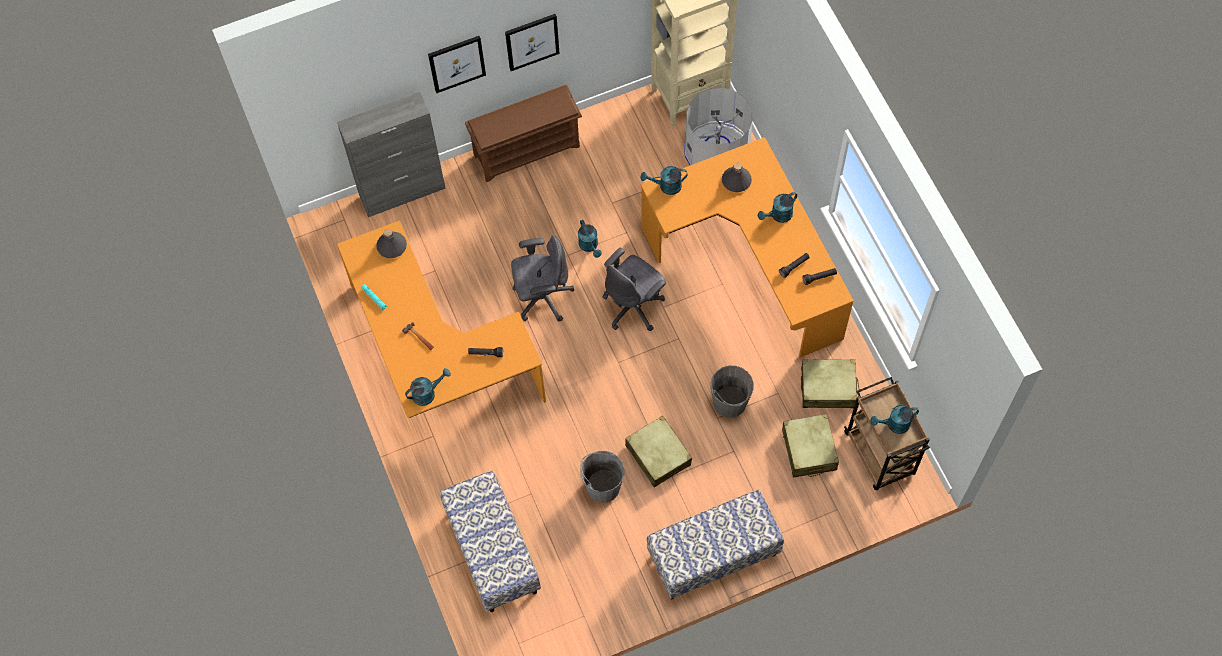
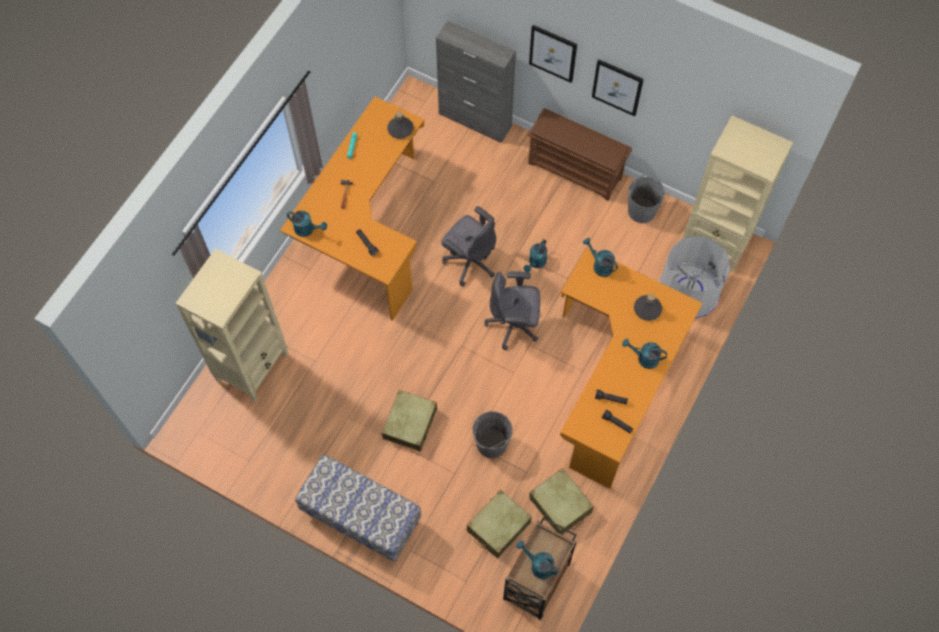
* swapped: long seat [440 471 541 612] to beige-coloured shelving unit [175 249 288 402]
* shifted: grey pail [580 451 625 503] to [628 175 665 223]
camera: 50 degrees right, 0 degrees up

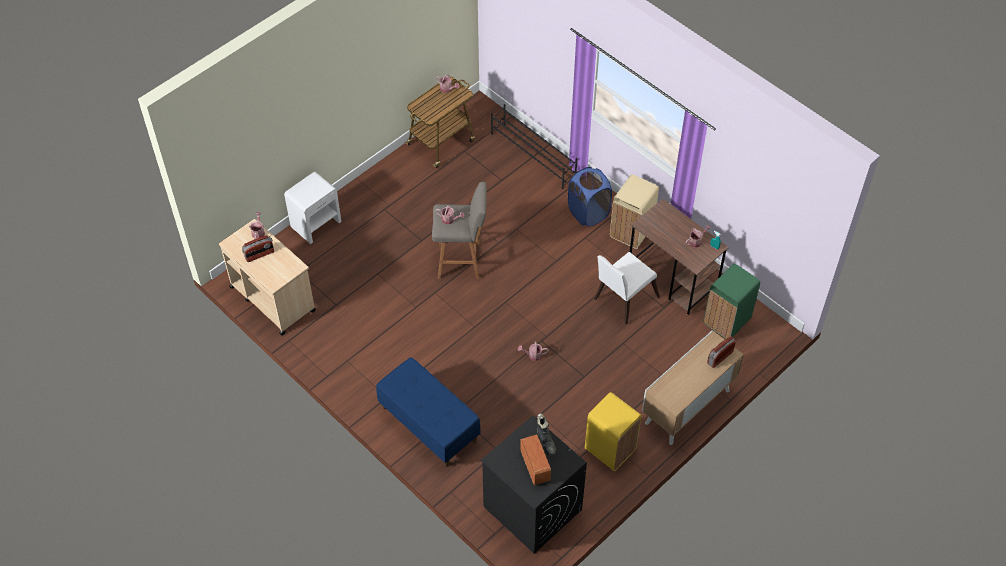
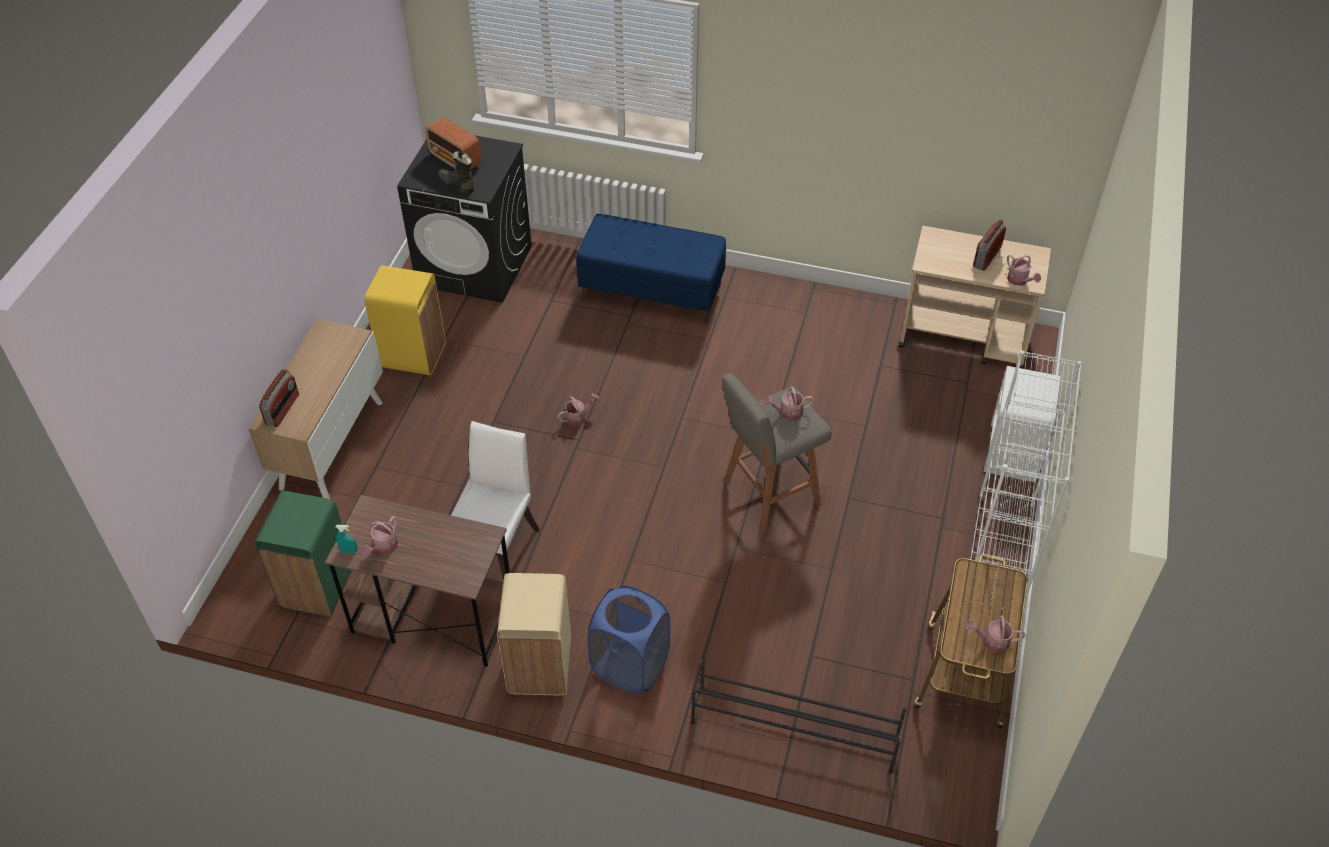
* new: whitish shelving unit [970 350 1082 608]
camera: 150 degrees right, 5 degrees down

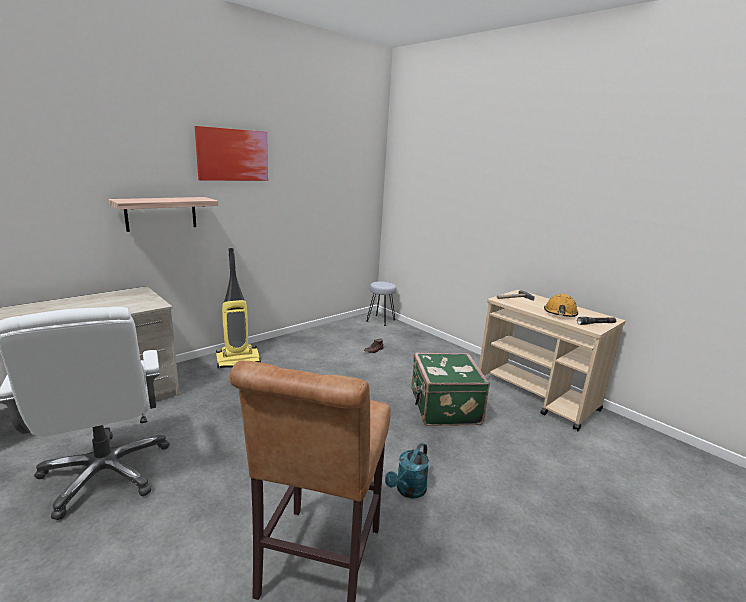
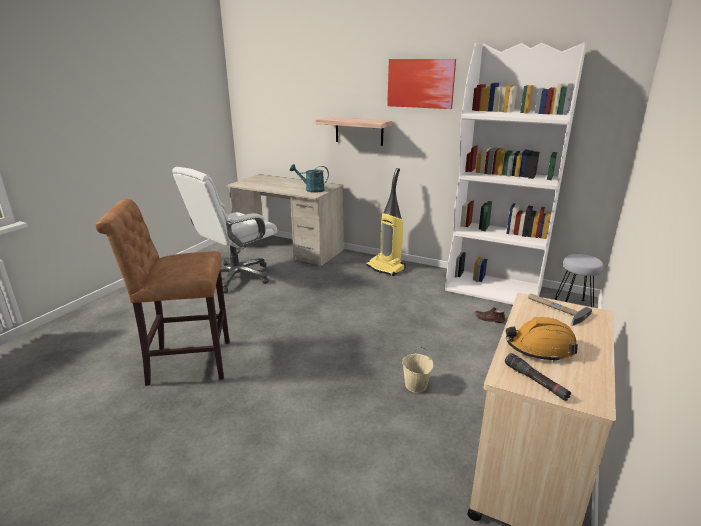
* shifted: turquoise watering pot [385 443 429 499] to [290 164 329 193]
* swapped: green-coloured suitcase [411 353 490 426] to beige-coloured pail [402 347 433 393]
* new: whitish shelving unit [445 41 587 305]
camera: 70 degrees right, 5 degrees up

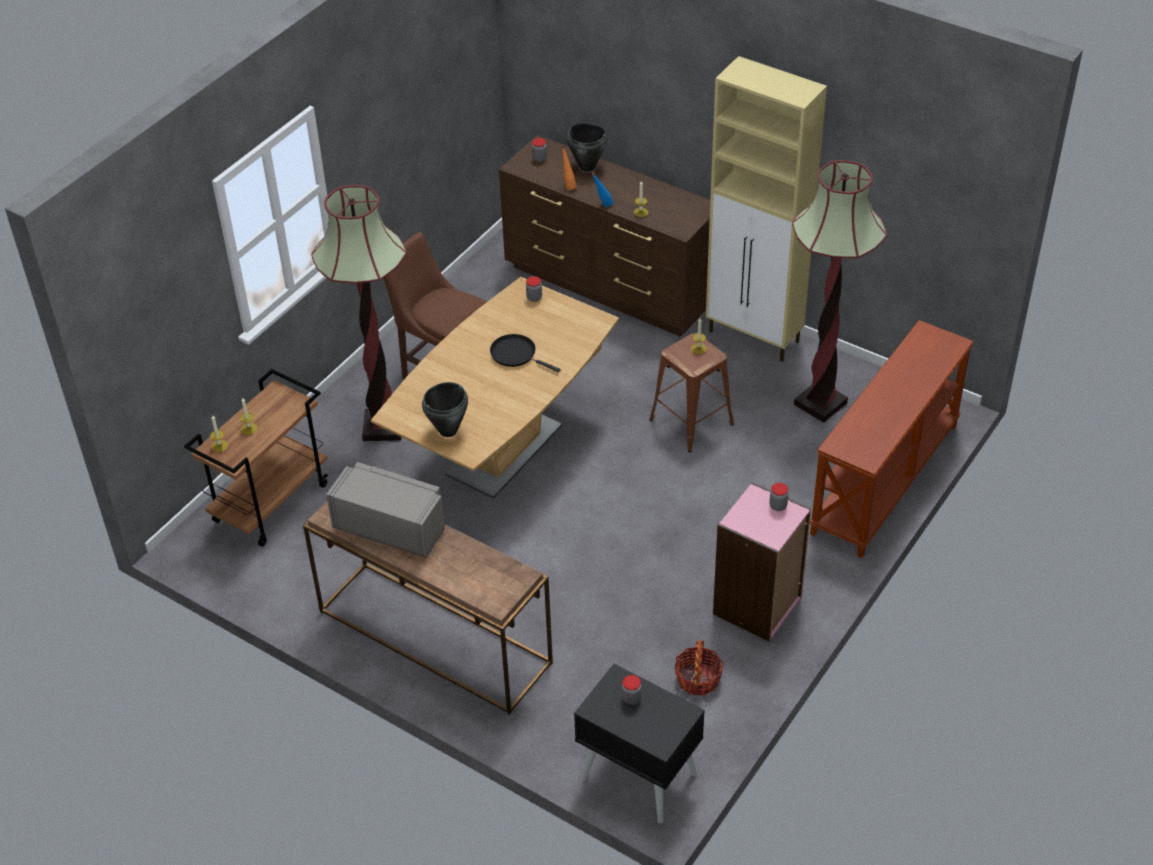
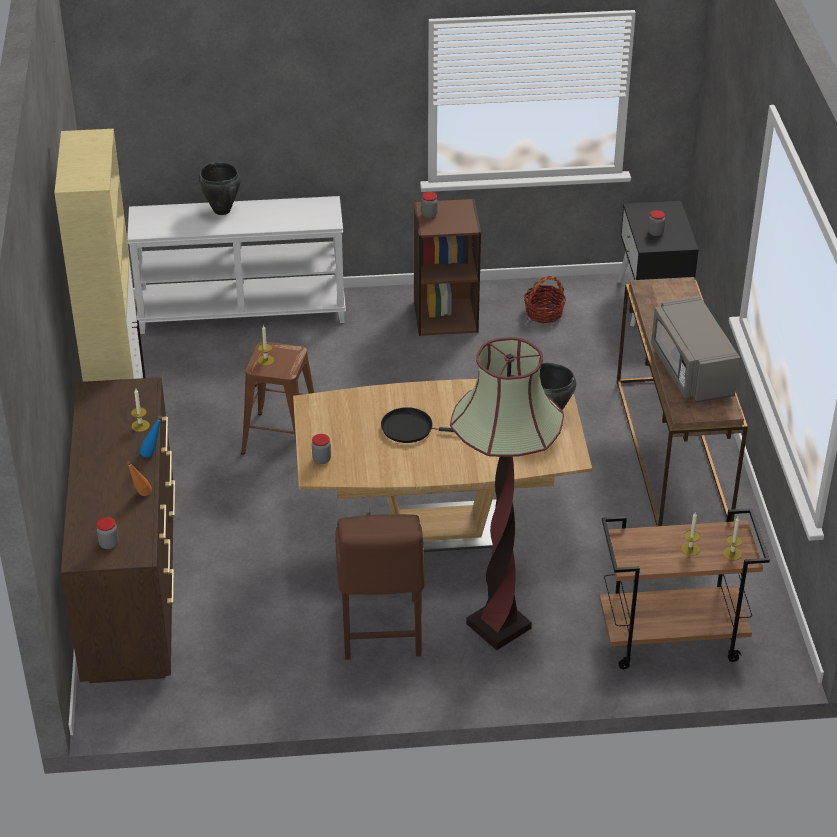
* rotated: black skillet [490 334 561 372] = [381 407 454 443] 105 degrees clockwise
* shifted: black cooking pot [566 123 608 172] to [199 162 241 215]
* repainted: pink shelving unit [713 482 811 642] to brown shelving unit [414 199 481 336]
* gone: standard lamp [792 160 887 422]
* repainted: brown hall table [810 320 974 558] to whitish hall table [127 196 346 334]
camera: 130 degrees left, 5 degrees down

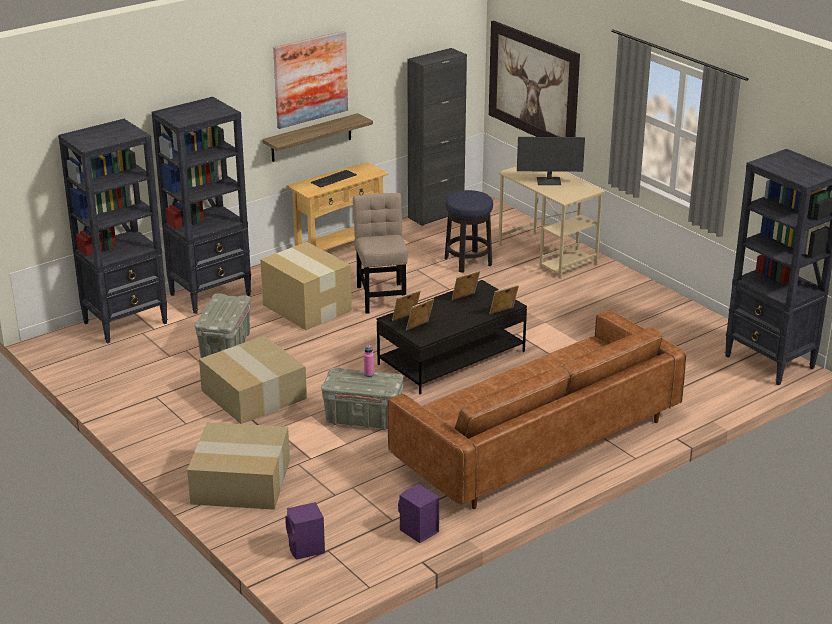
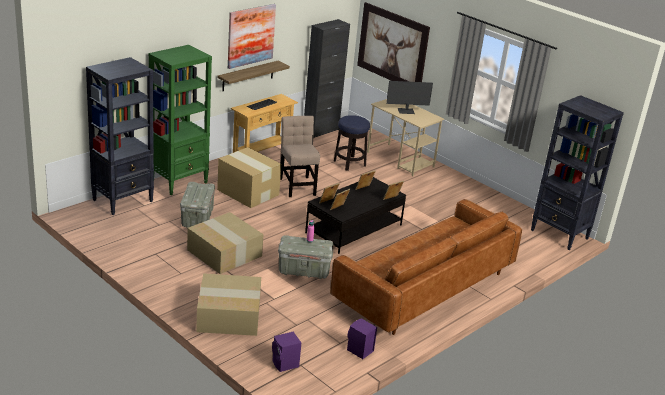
* repainted: black shelving unit [152 97 251 314] to green-coloured shelving unit [149 45 212 195]
camera: 10 degrees left, 0 degrees up

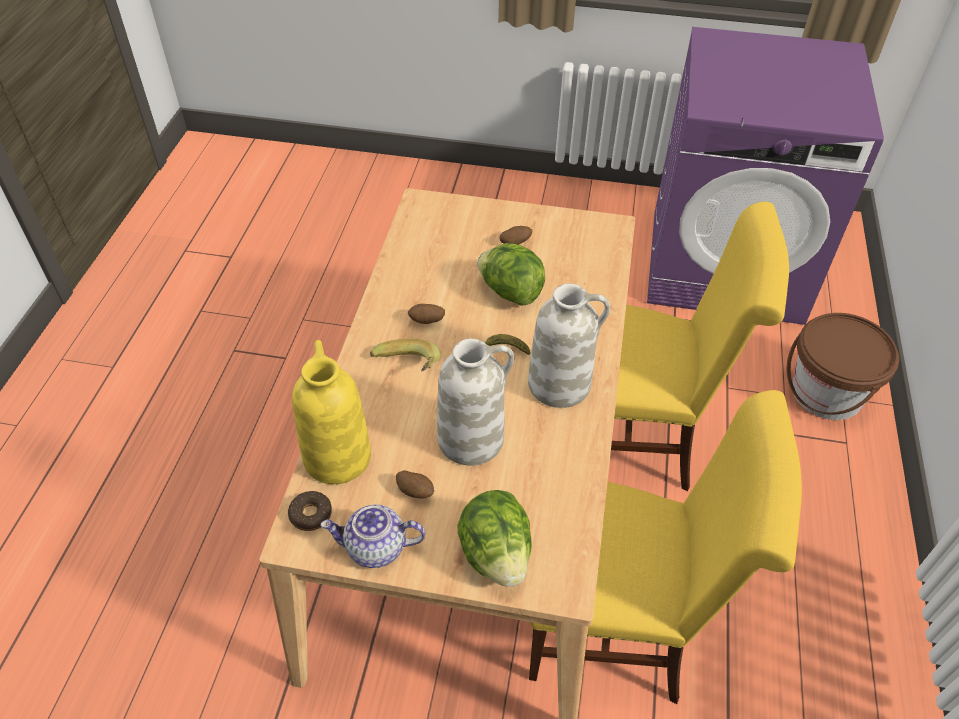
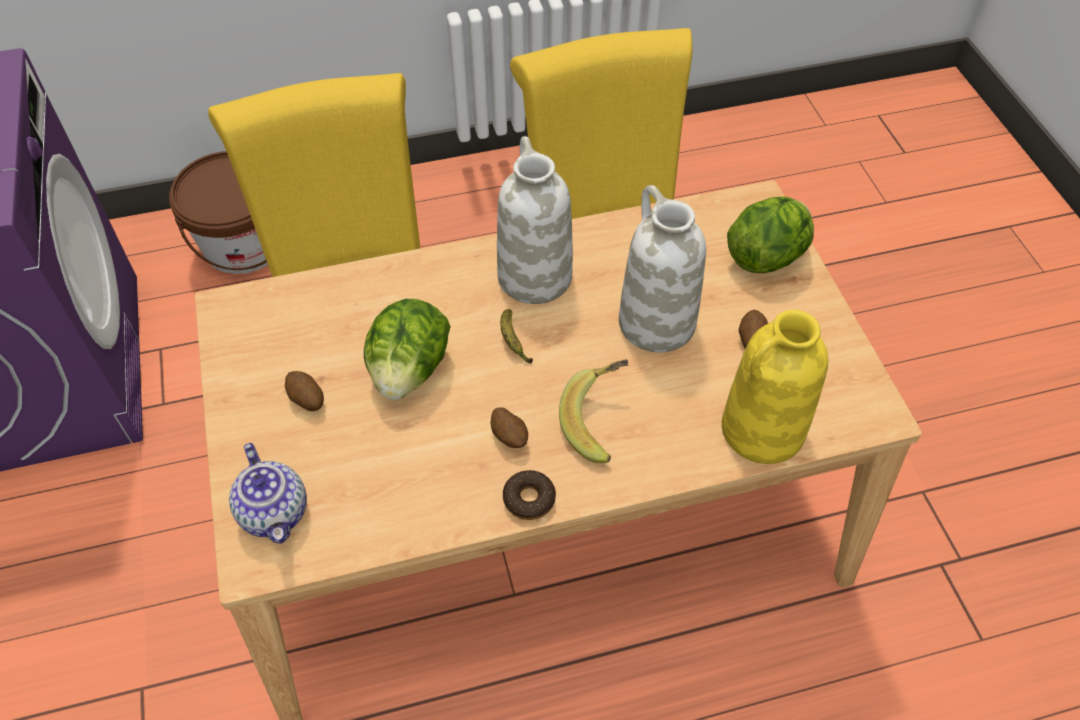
* shifted: ring doughnut [288 491 332 531] to [503 470 556 520]
* shifted: teapot [320 504 425 568] to [229 443 307 544]
camera: 115 degrees left, 5 degrees up

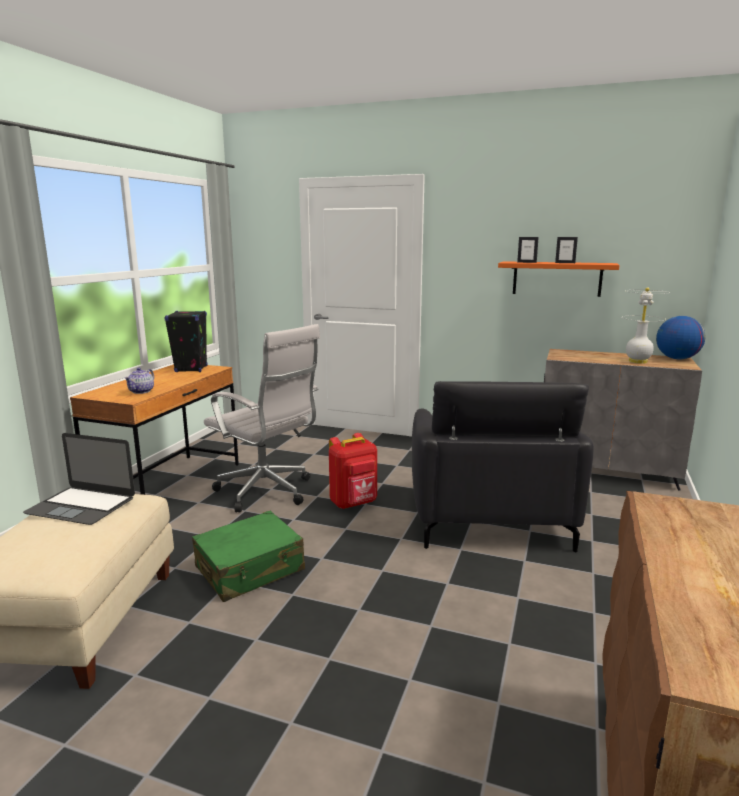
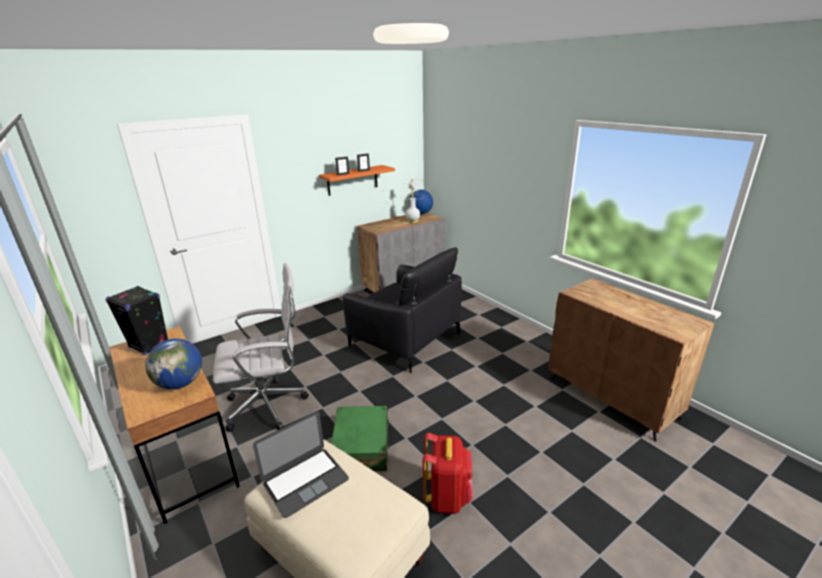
* swapped: teapot [124 367 154 394] to desk globe [146 339 202 389]
* shifted: red-coloured backpack [329 433 377 509] to [423 433 473 514]
camera: 55 degrees left, 10 degrees up

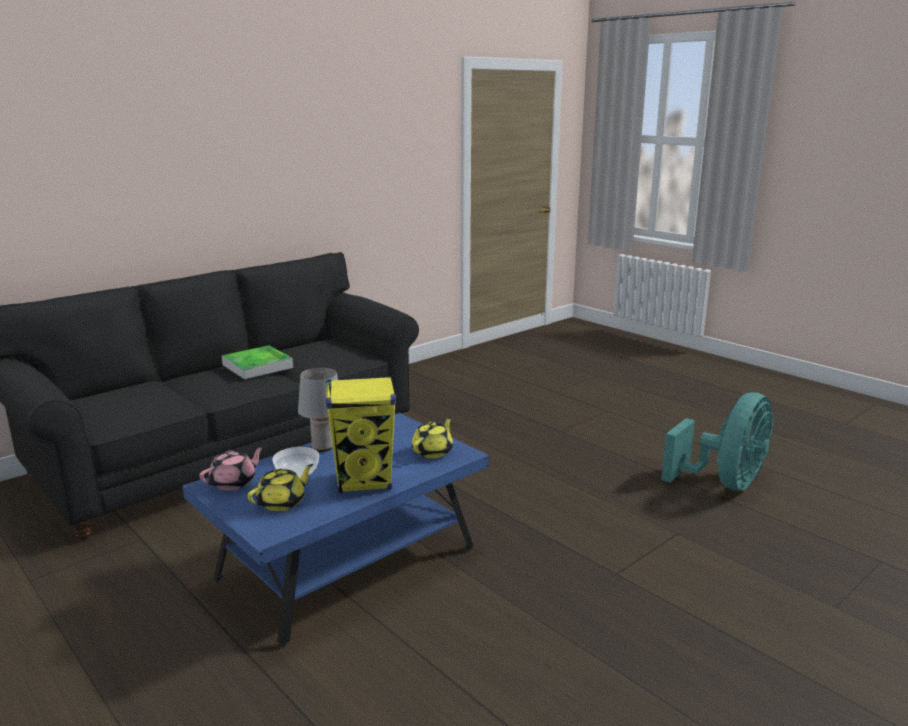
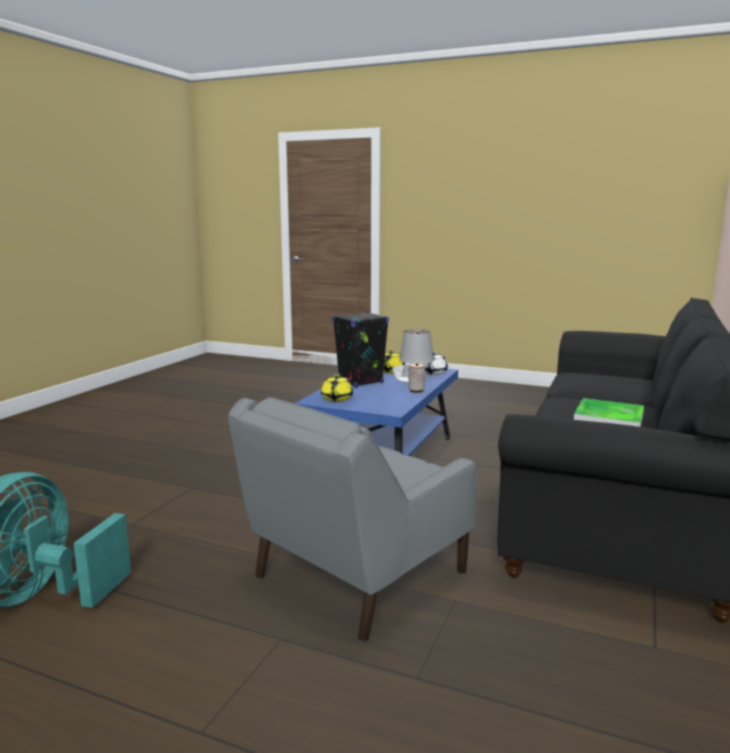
* repainted: pink teapot [199 446 264 491] to whitish teapot [420 351 448 375]
* repainted: yellow-coloured loudspeaker [326 376 396 494] to black loudspeaker [332 312 389 388]
* new: grey easy chair [228 397 477 642]
camera: 155 degrees right, 5 degrees down

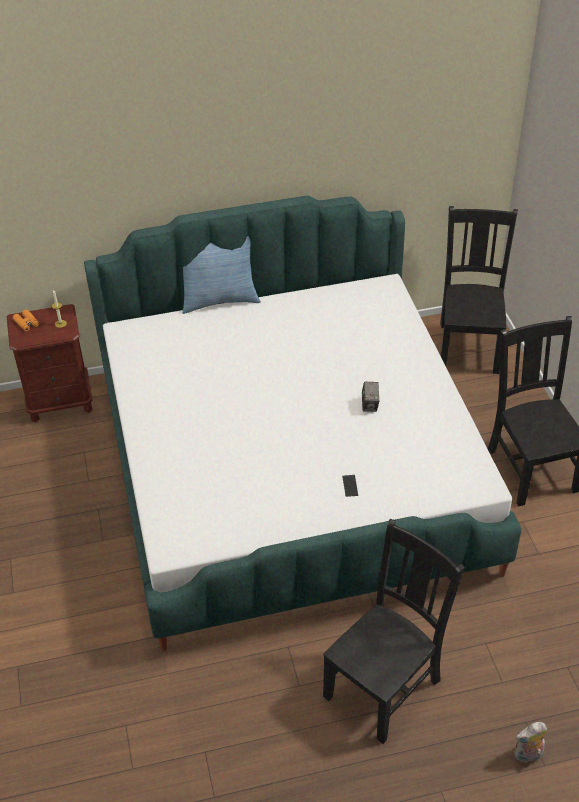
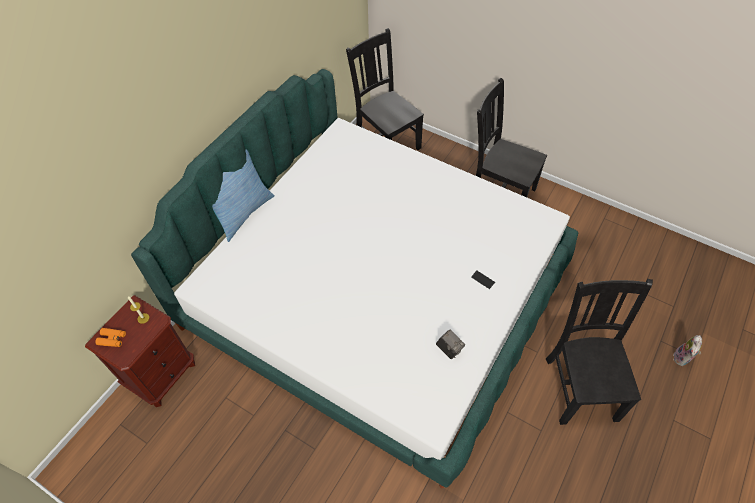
* shifted: still camera [362 382 380 412] to [436 330 465 359]
camera: 45 degrees left, 10 degrees up

